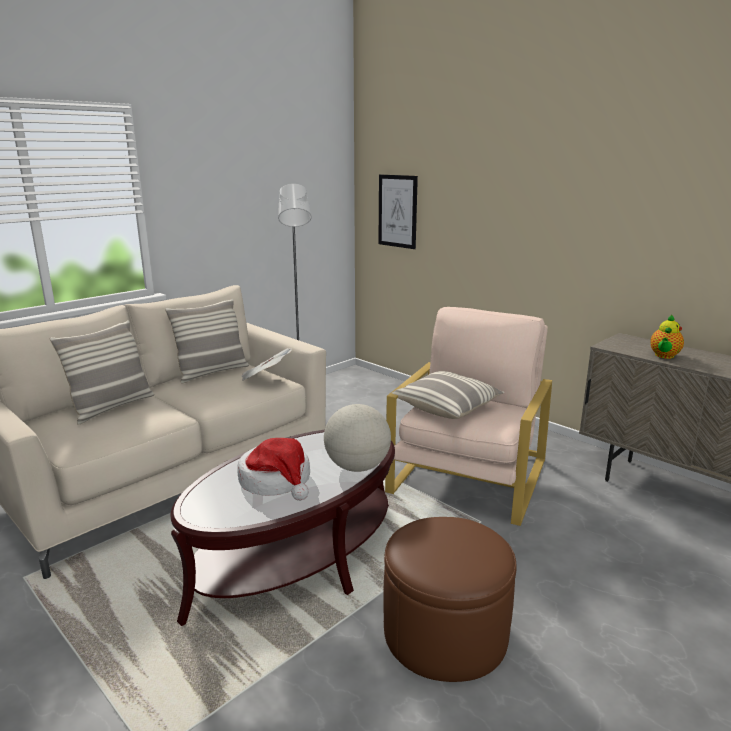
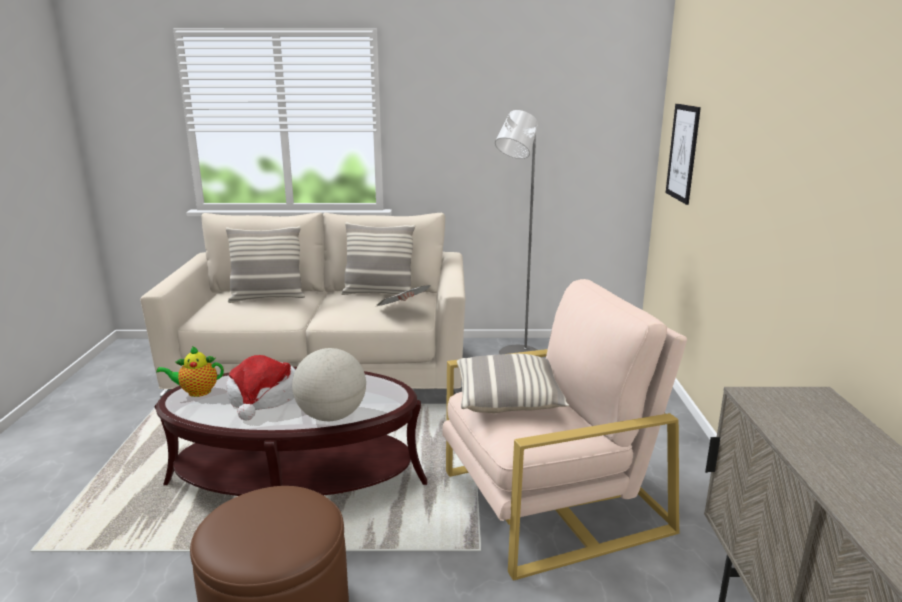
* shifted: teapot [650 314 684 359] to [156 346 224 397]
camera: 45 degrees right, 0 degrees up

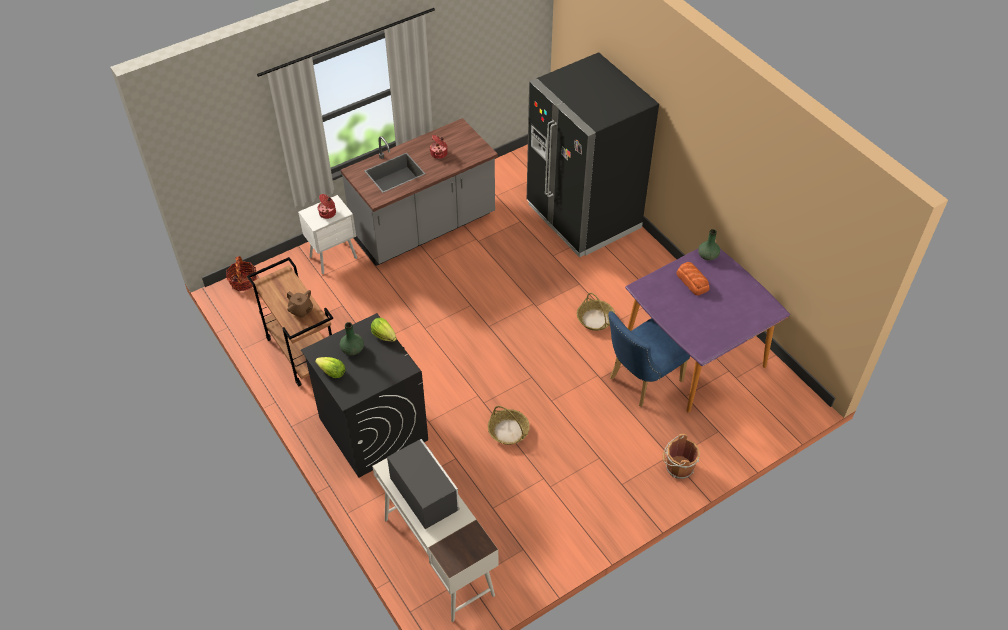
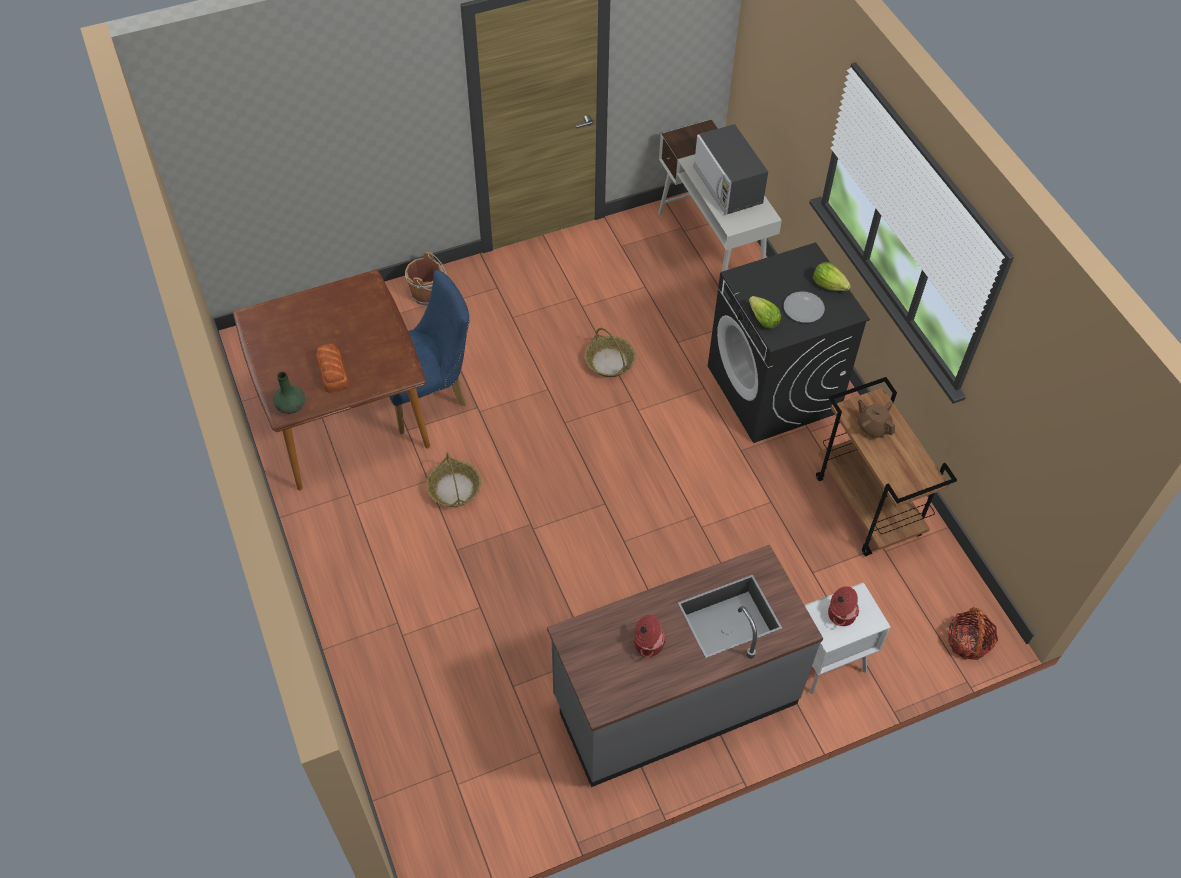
* swapped: green-coloured decorative vase [340 322 364 355] to flat dish [784 291 825 323]
* gone: black refrigerator [527 52 659 257]
* repainted: purplish kitchen table [625 249 790 413] to brown kitchen table [233 269 430 490]
camera: 170 degrees left, 5 degrees up

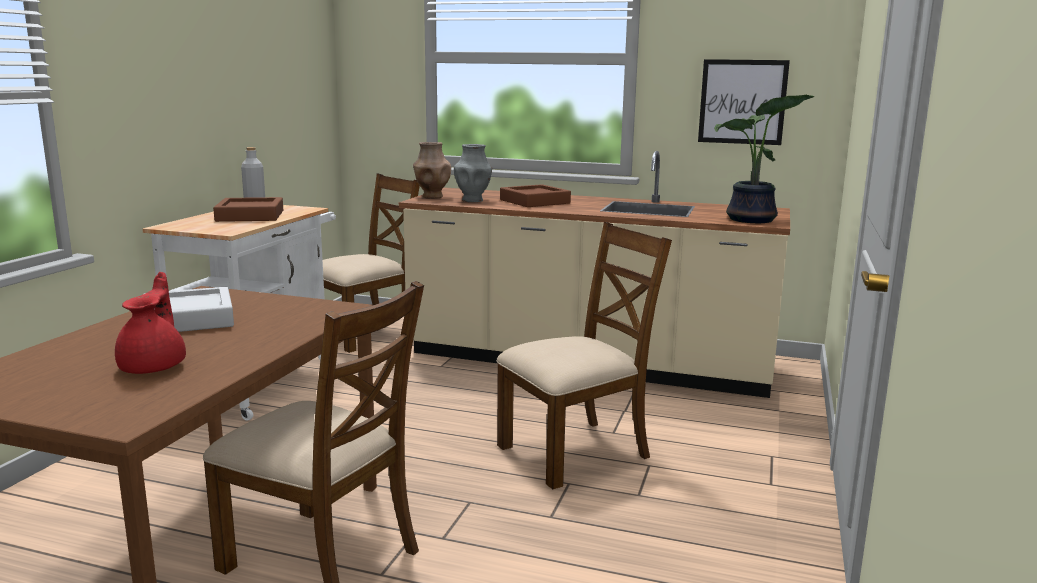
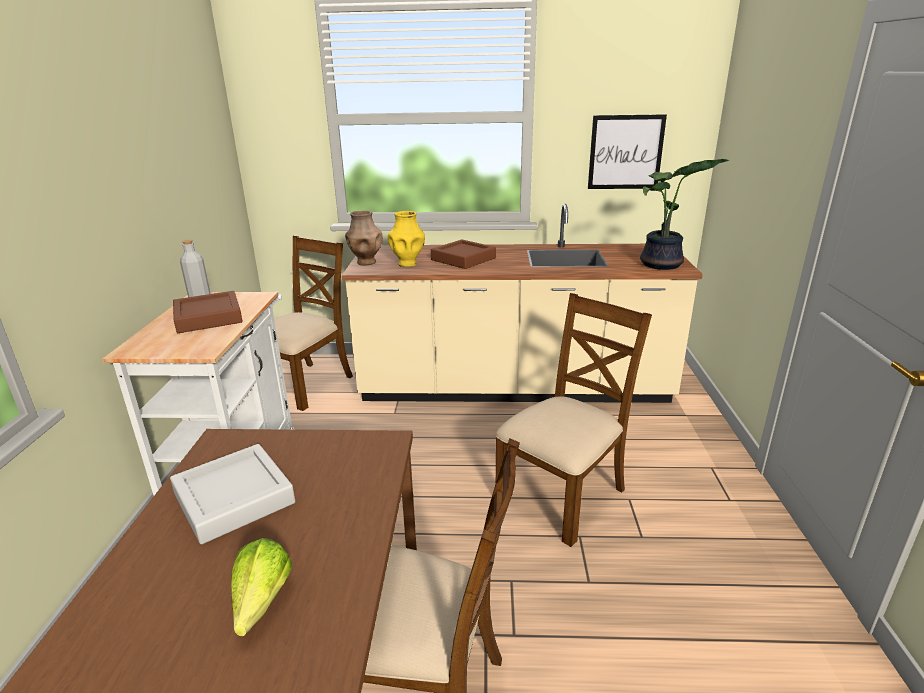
* swapped: red-coloured teapot [115 272 186 374] to head of lettuce [231 538 292 636]
* repainted: grey decorative vase [454 144 492 202] to yellow-coloured decorative vase [388 211 425 267]
camera: 15 degrees left, 10 degrees up

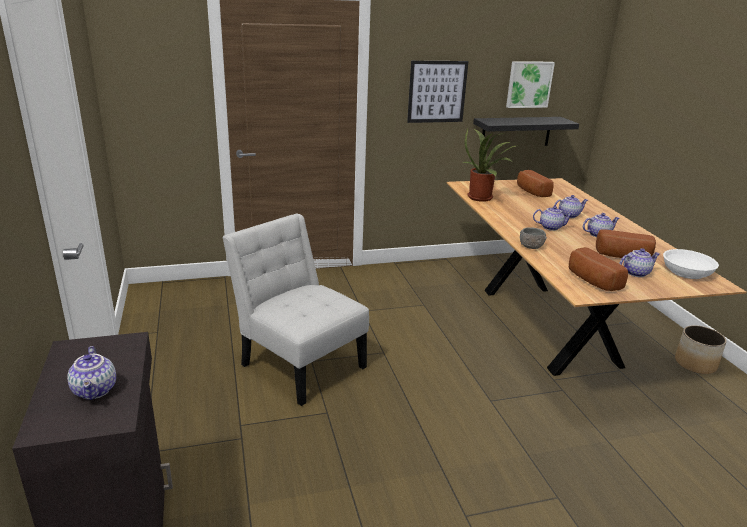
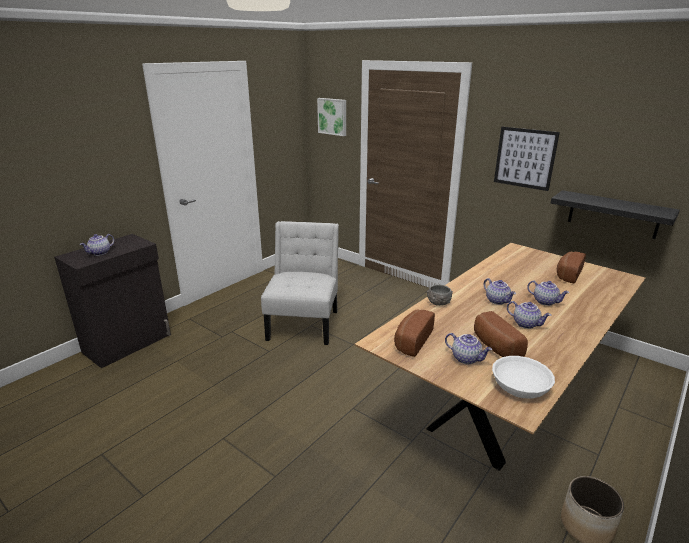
* gone: plant in a pot [461 129 516 202]
* shifted: wall picture [506 61 555 108] to [317 98 346 136]
camera: 55 degrees right, 0 degrees up

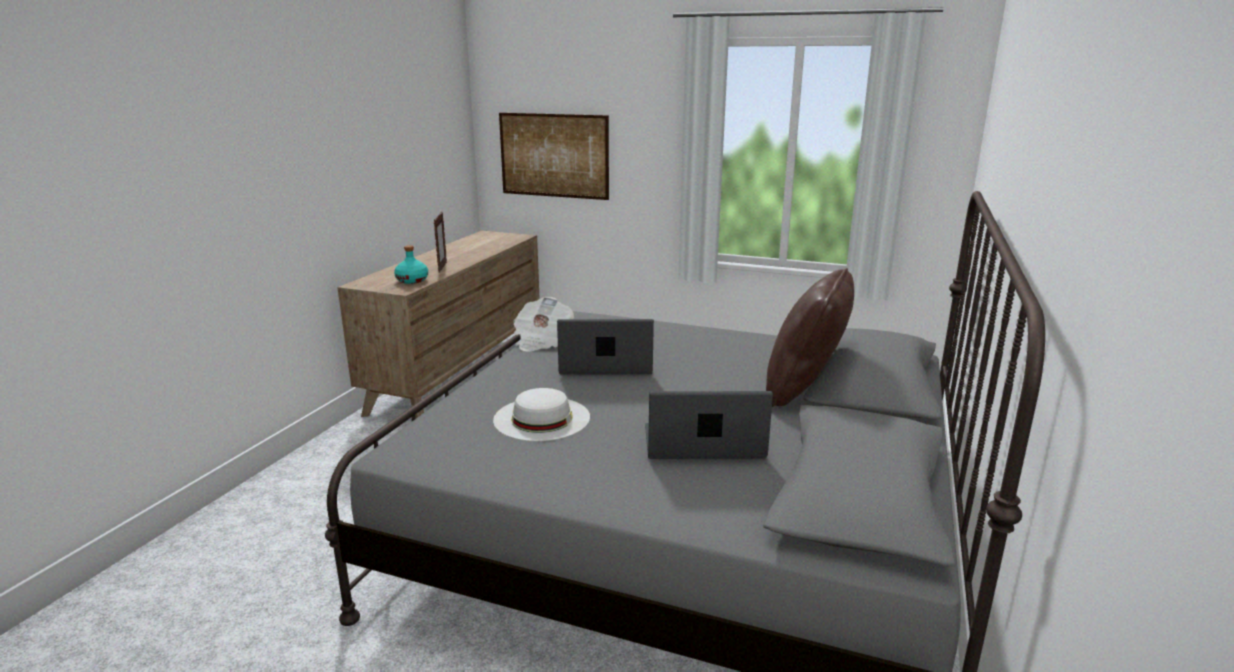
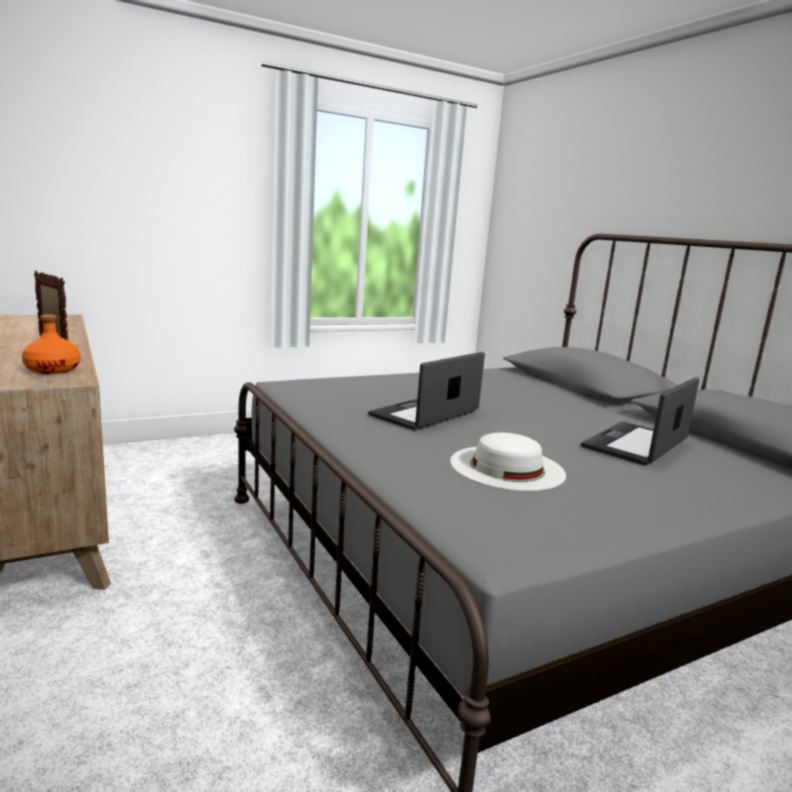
* repainted: turquoise beverage bottle [394 245 428 284] to orange-coloured beverage bottle [22 315 80 374]
* gone: wall picture [499 113 609 200]
* gone: newspaper [513 297 574 351]
* gone: brown pillow [766 268 854 407]
camera: 50 degrees left, 5 degrees down

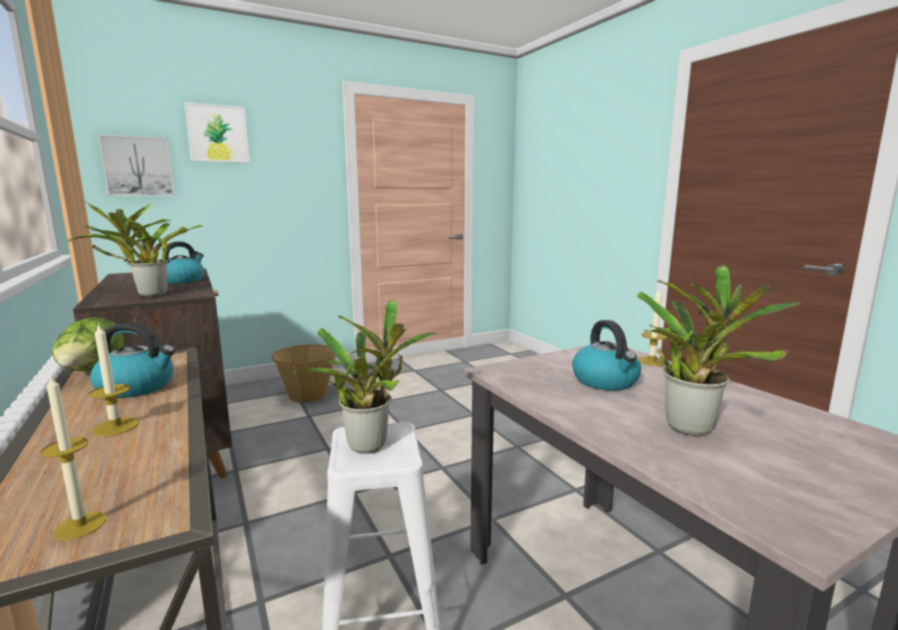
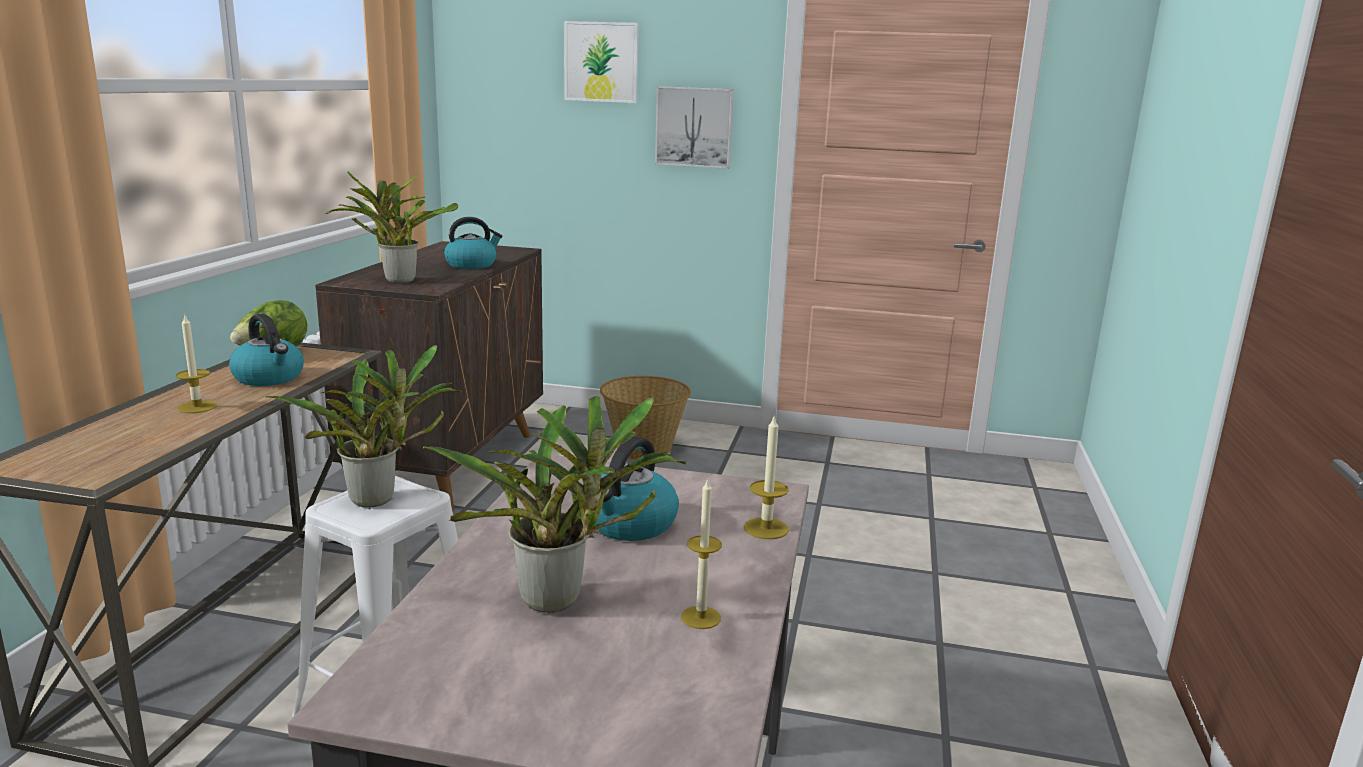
* shifted: candle [41 374 106 541] to [681 478 722 629]
* shifted: wall picture [98 134 174 196] to [655 86 734 169]
camera: 40 degrees right, 5 degrees up

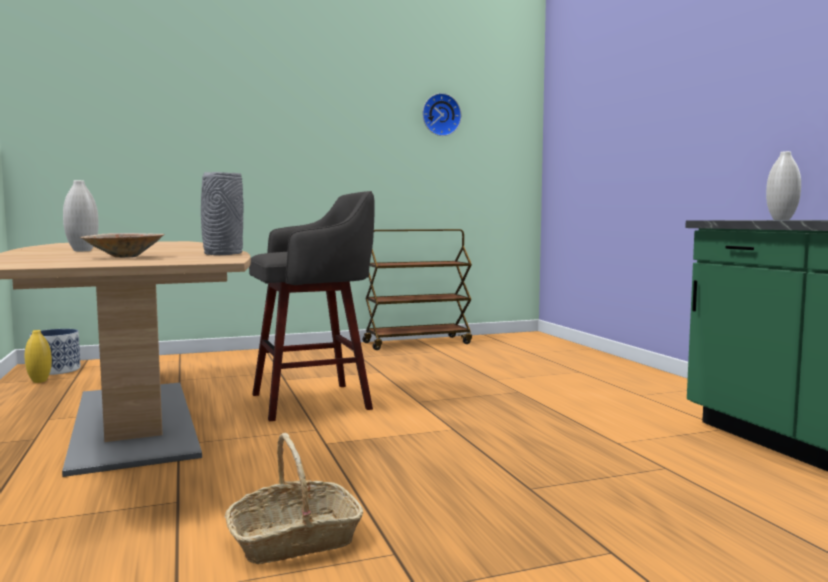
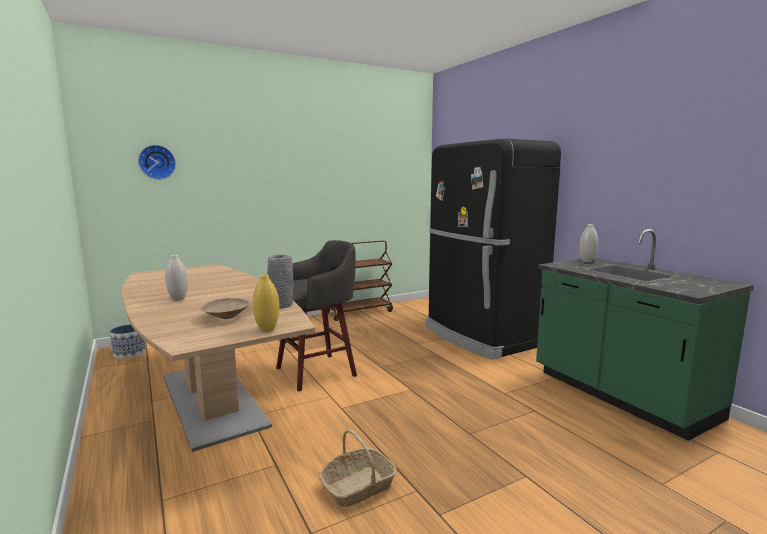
* shifted: yellow-coloured decorative vase [25 330 52 383] to [253 274 279 332]
* shifted: hanging clock [422 93 461 136] to [138 145 176 180]
* new: black refrigerator [425 139 561 359]
camera: 10 degrees left, 5 degrees up

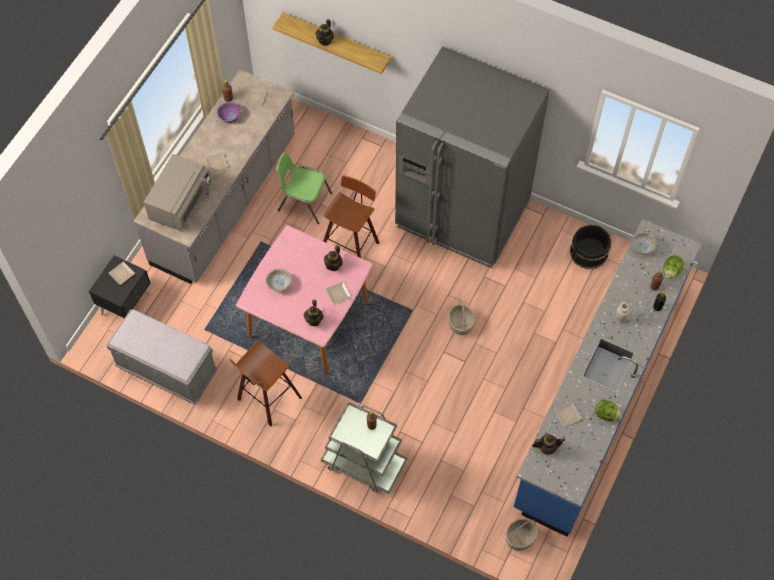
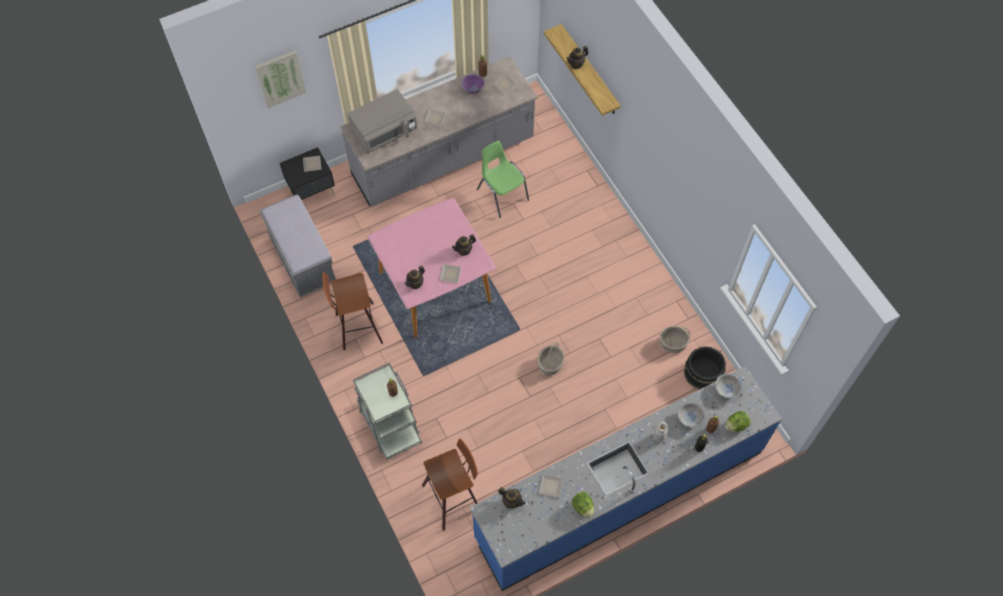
* shifted: whitish deep dish [266 269 292 292] to [677 402 704 427]
* shifted: stool [323 175 379 258] to [422 438 478 531]
* gone: grey refrigerator [395 46 550 269]
* shifted: basket [506 518 538 551] to [660 326 690 353]
* new: wall picture [255 50 307 108]
camera: 35 degrees right, 0 degrees up

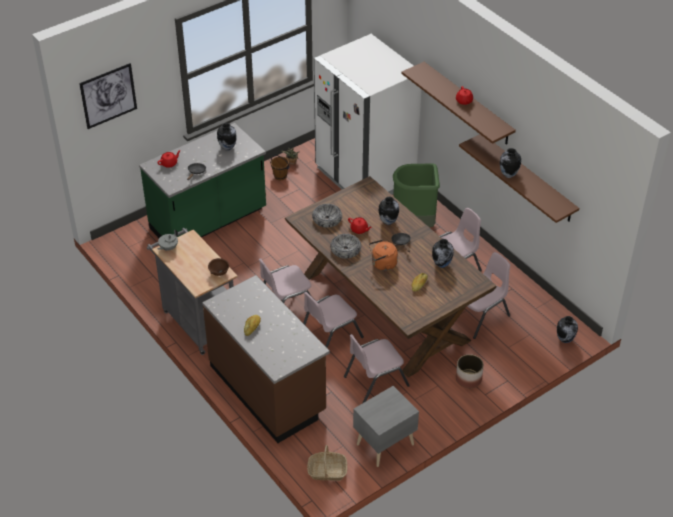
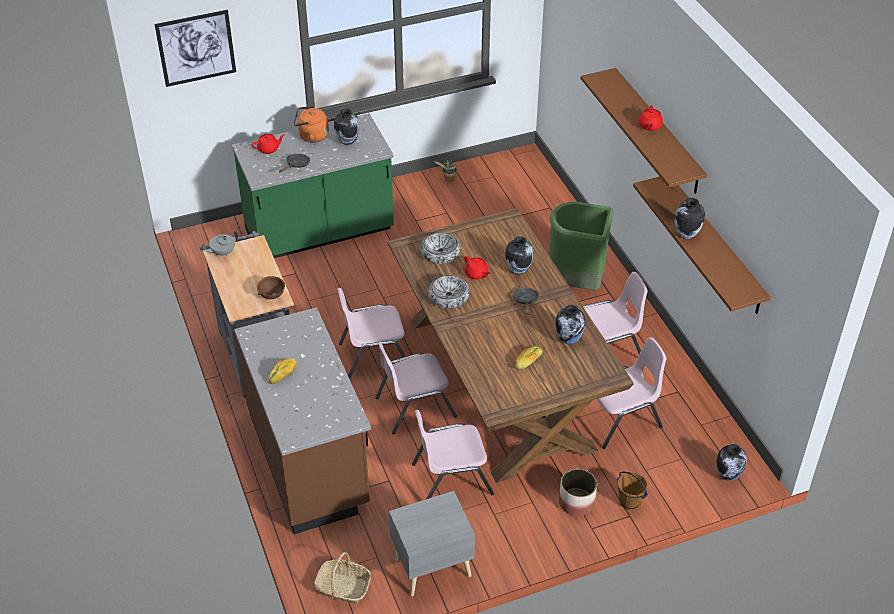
* shifted: brown pail [270 155 290 180] to [617 472 648 510]
* gone: whitish refrigerator [314 34 421 195]
* shifted: orange-coloured tea kettle [369 239 398 271] to [294 106 329 143]
camera: 15 degrees right, 0 degrees up

